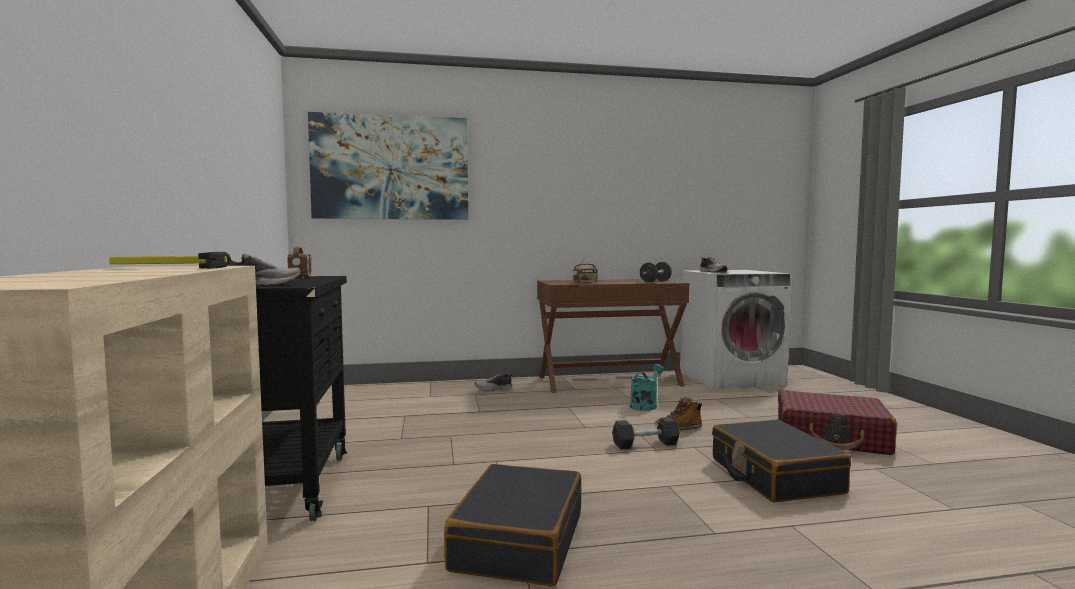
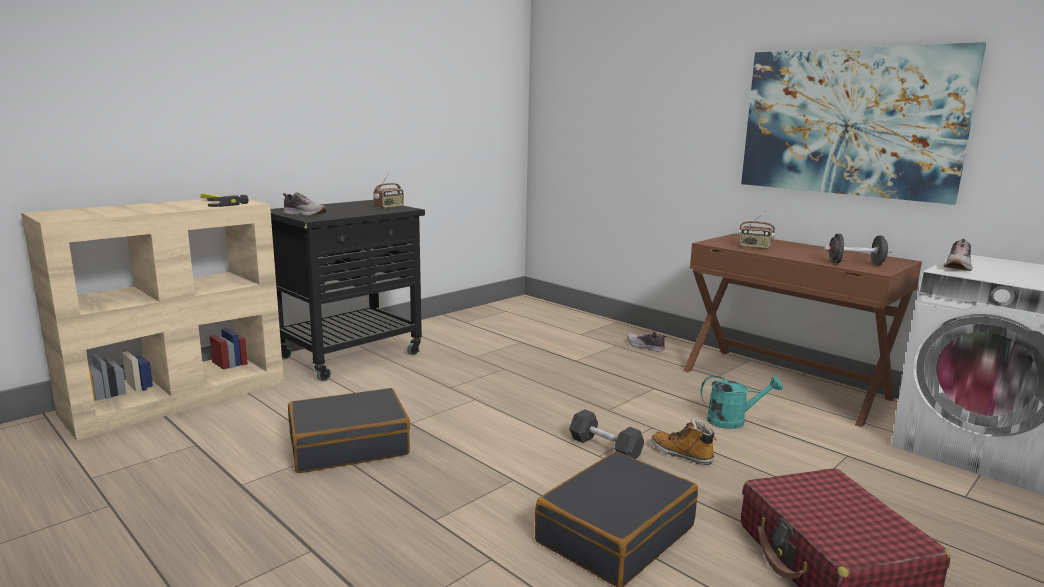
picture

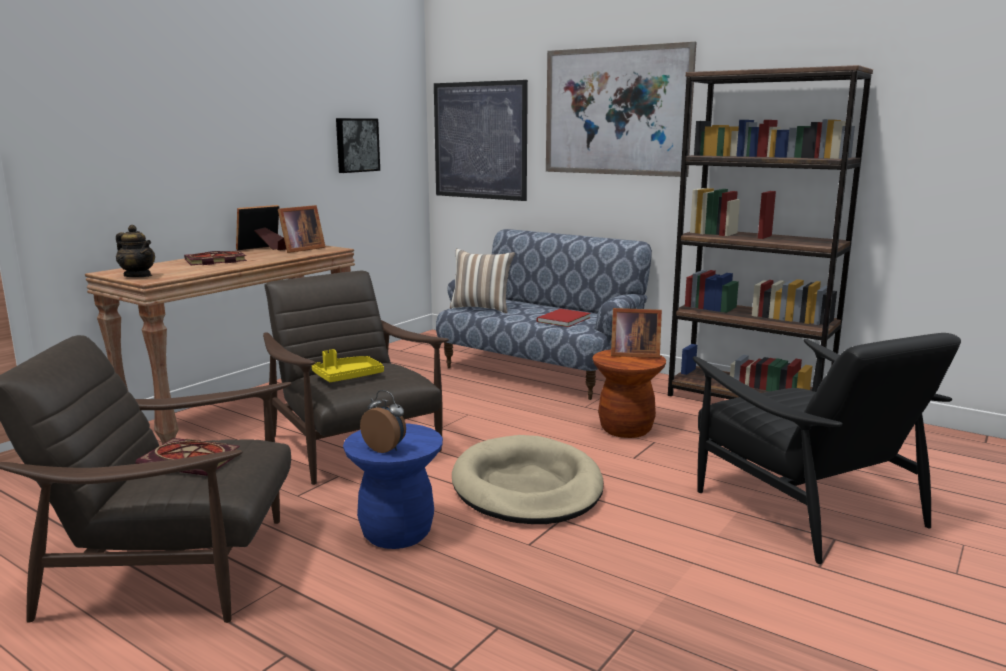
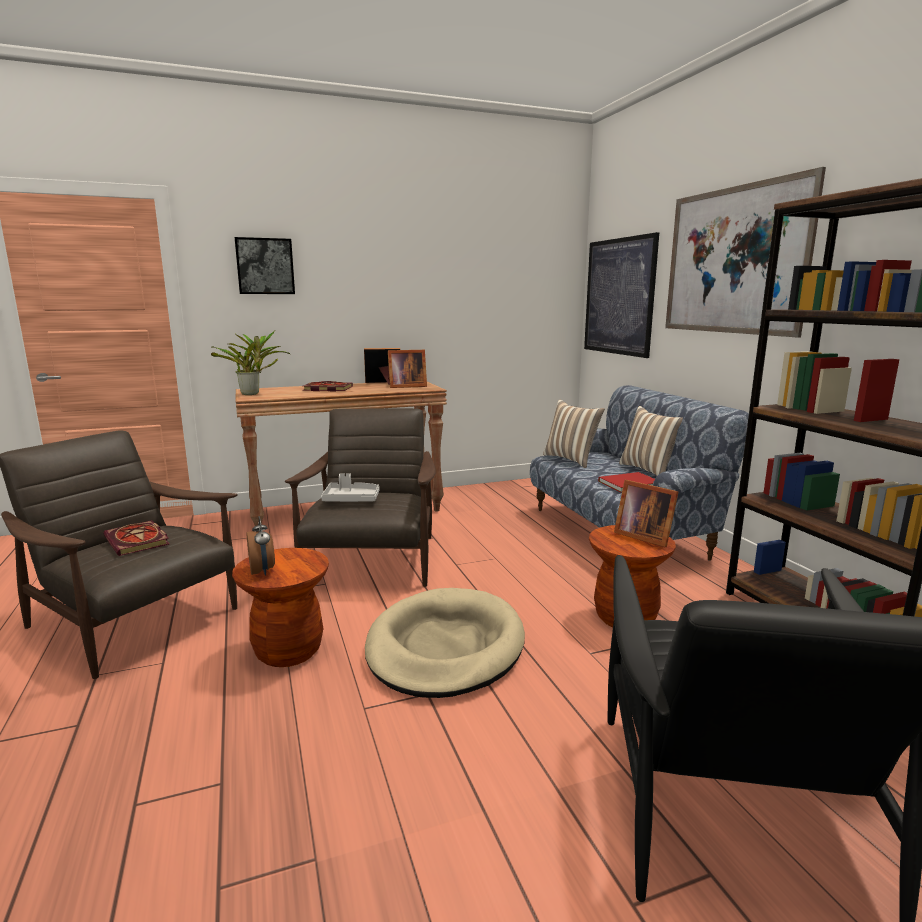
picture (1st from left); potted plant; tray (grey); stool (brown) (1st from left); pillow (2nd from left)

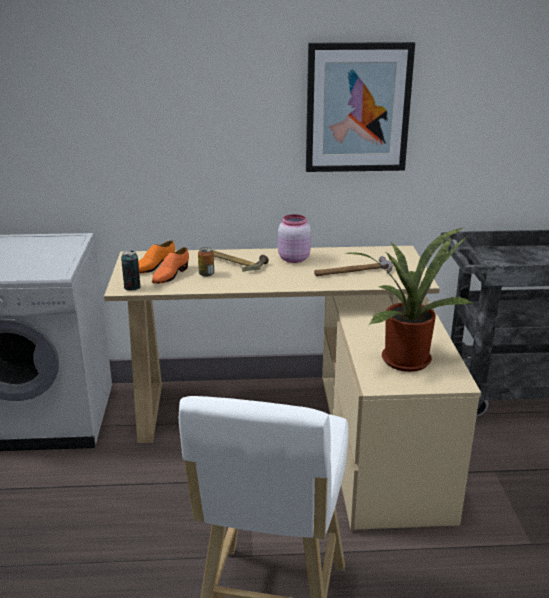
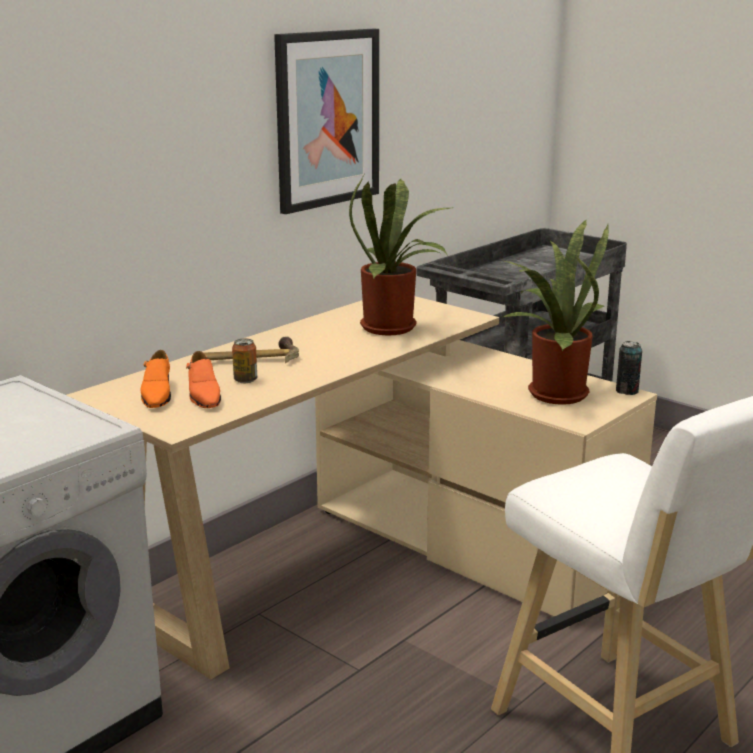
jar (pink); can (2nd from left); potted plant (1st from left)

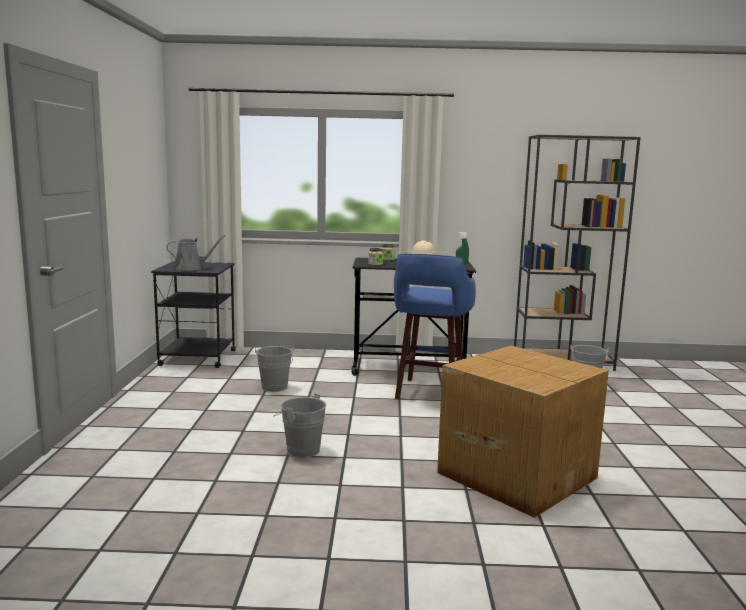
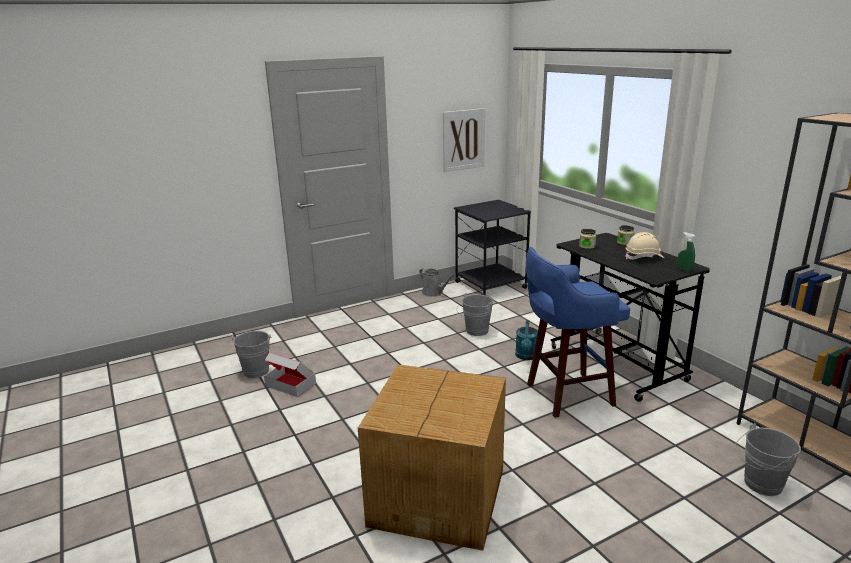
watering can (grey); bucket (grey) (1st from left); picture; watering can (turquoise); cardboard box (1st from left)

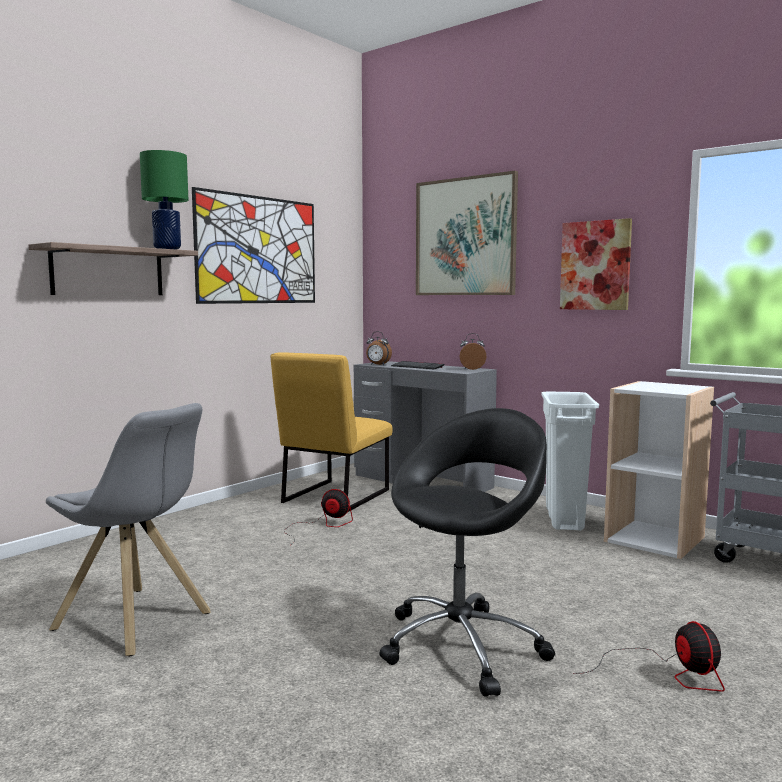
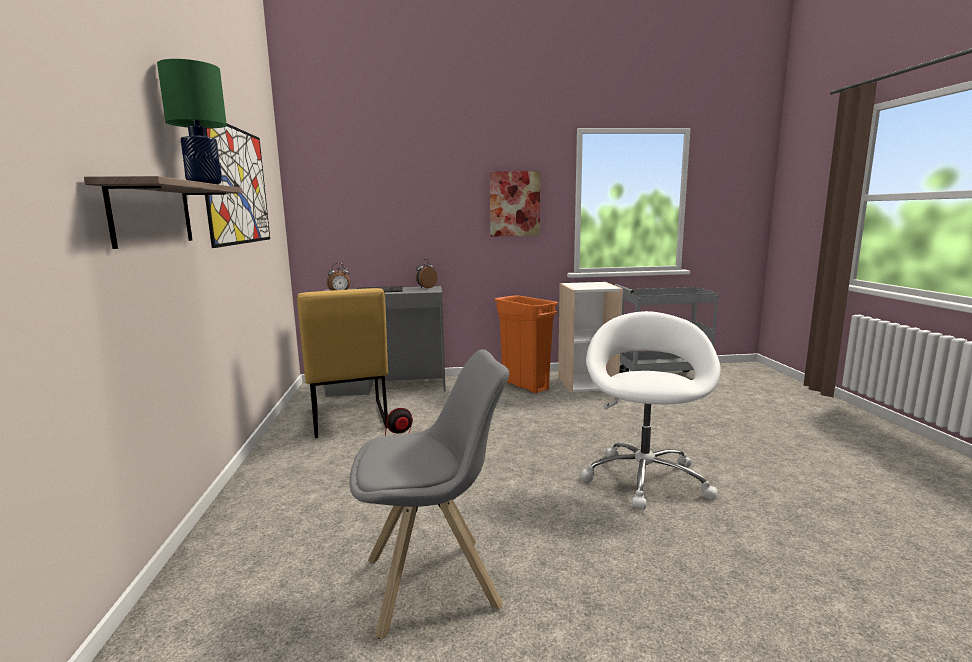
picture (2nd from left in the first image); trash can (orange); office chair (white); fan (2nd from left in the first image)

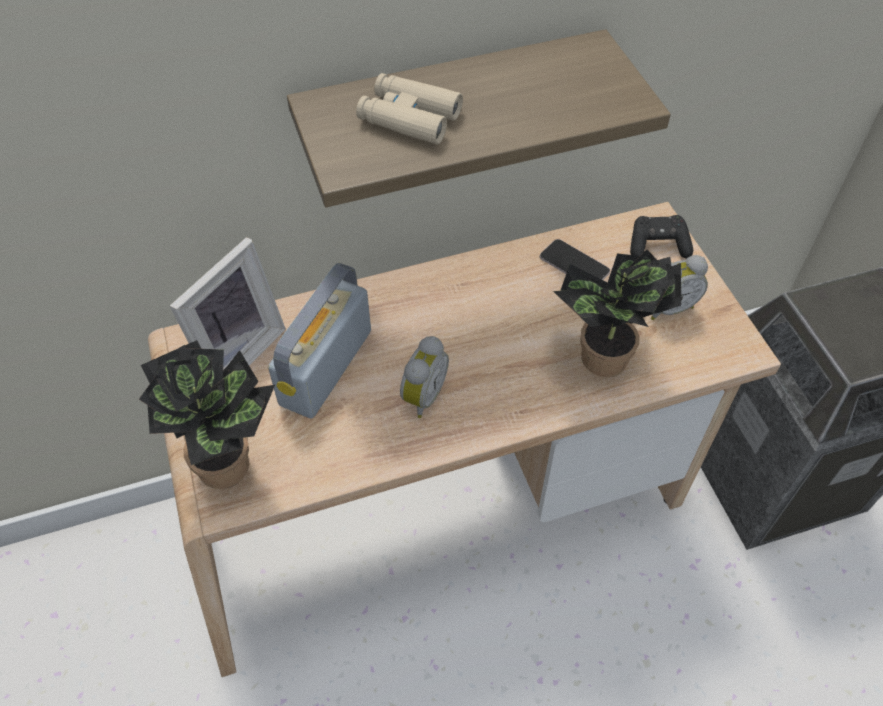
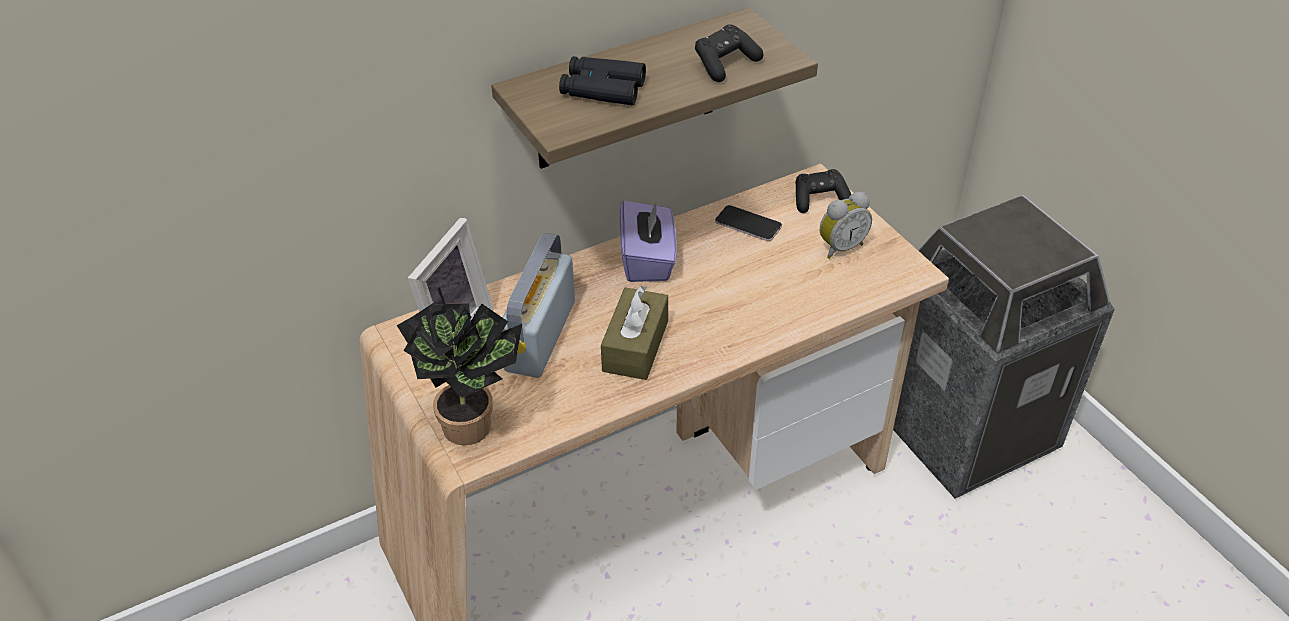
binoculars (black); potted plant (2nd from left in the first image); tissue box (brown); game controller (black) (1st from left); tissue box (purple)

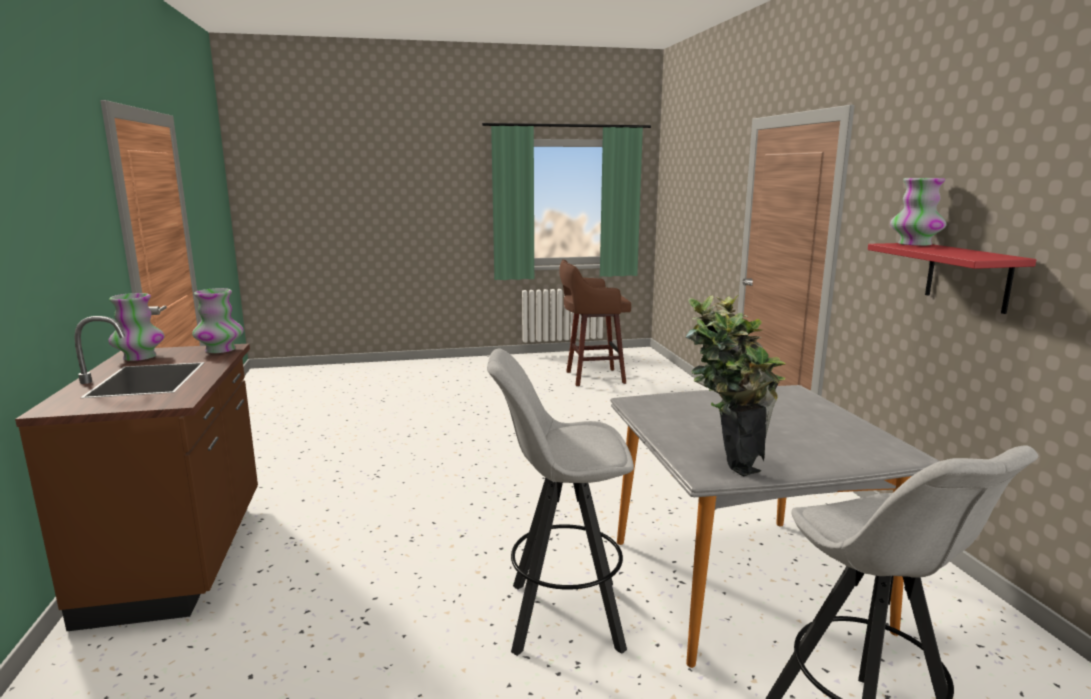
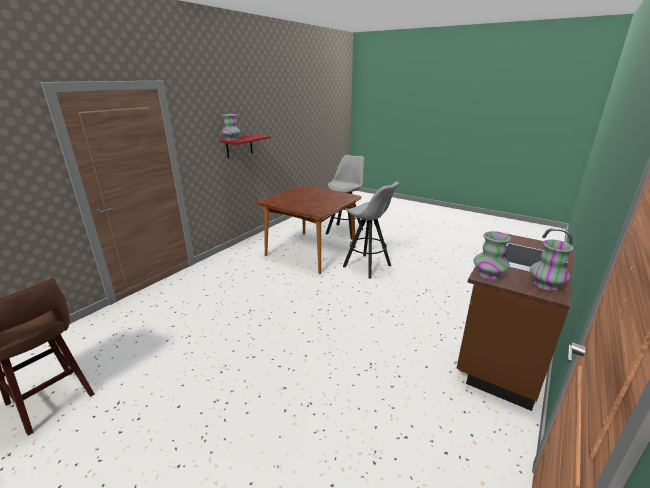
potted plant; dining table (brown)

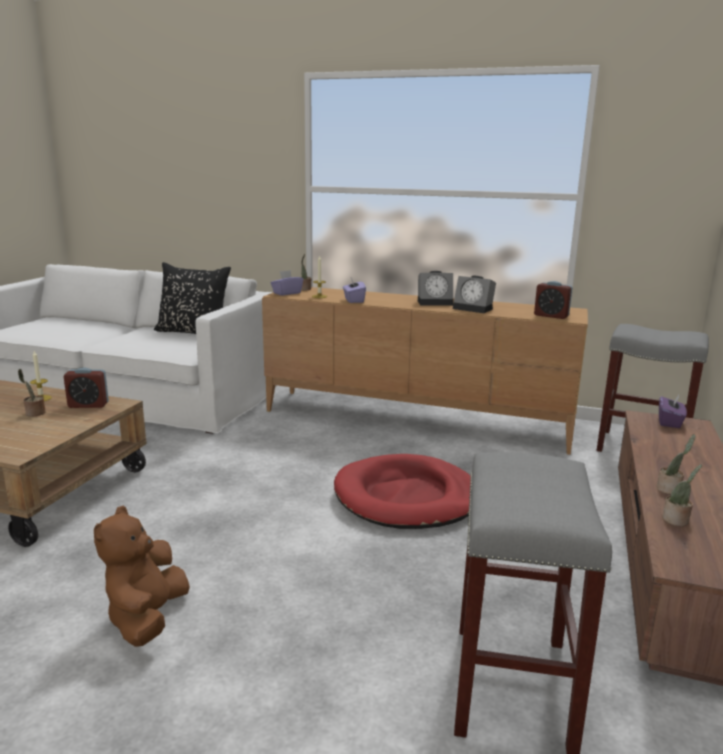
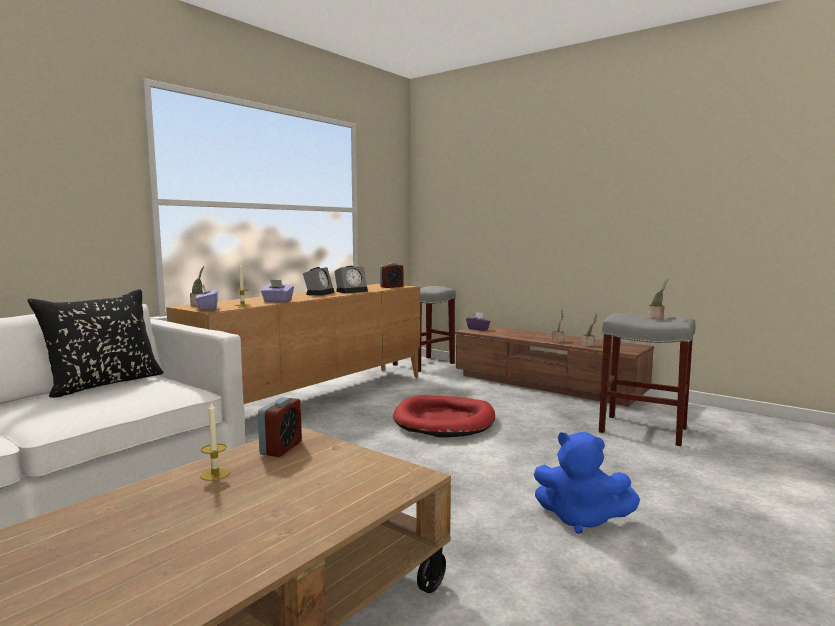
potted plant (4th from left); plush toy (blue)

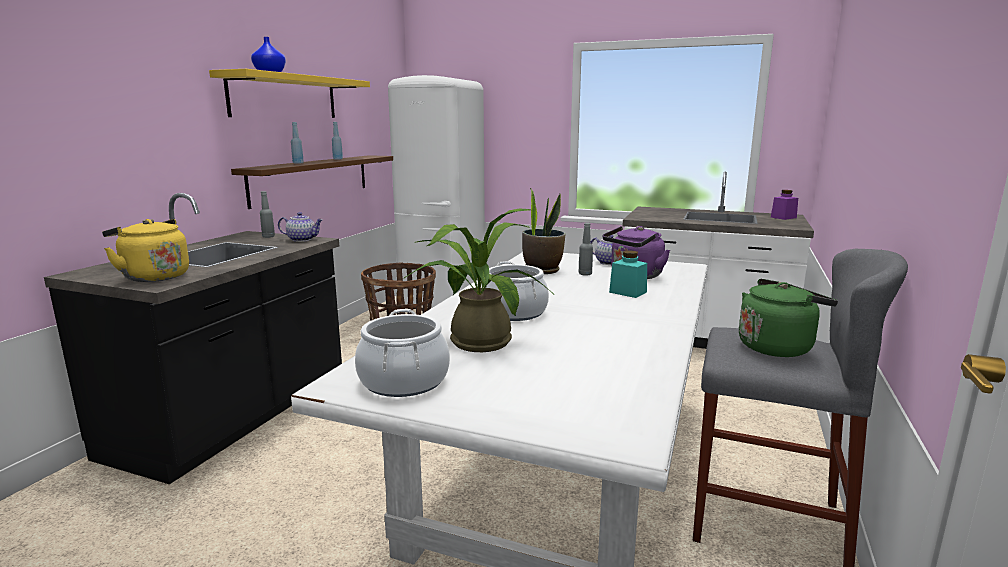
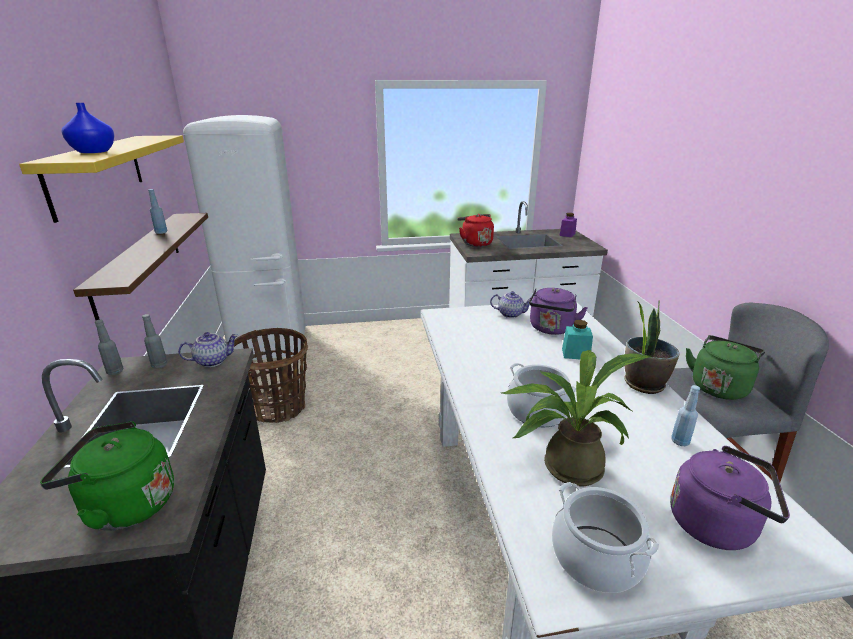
bottle (blue) (2nd from left); potted plant (2nd from left); kettle (green) (1st from left); bottle (grey) (1st from left); kettle (red); kettle (purple) (2nd from left)

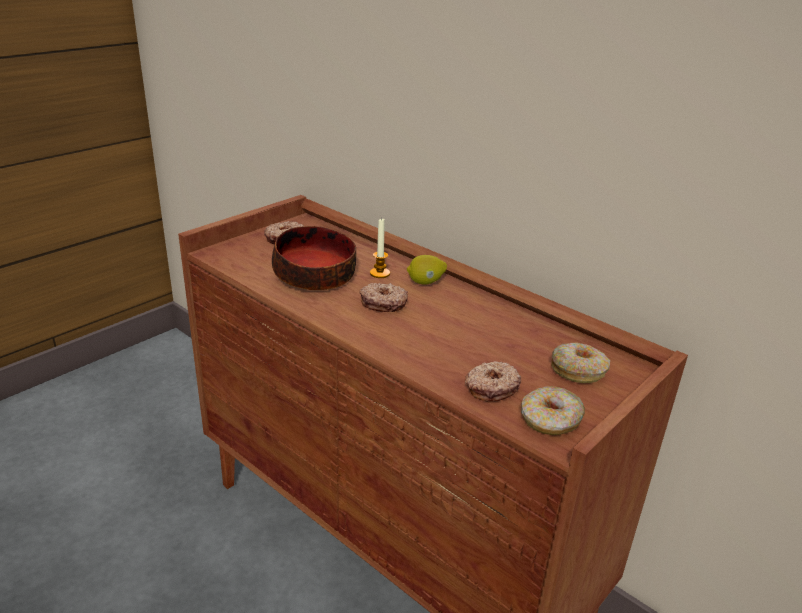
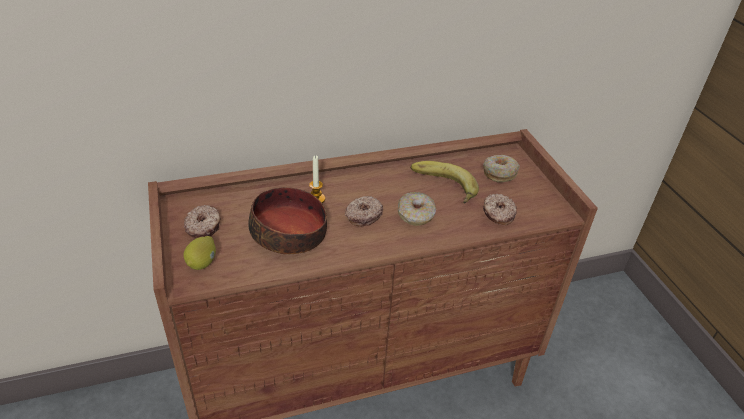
lemon; donut (3rd from left); banana

